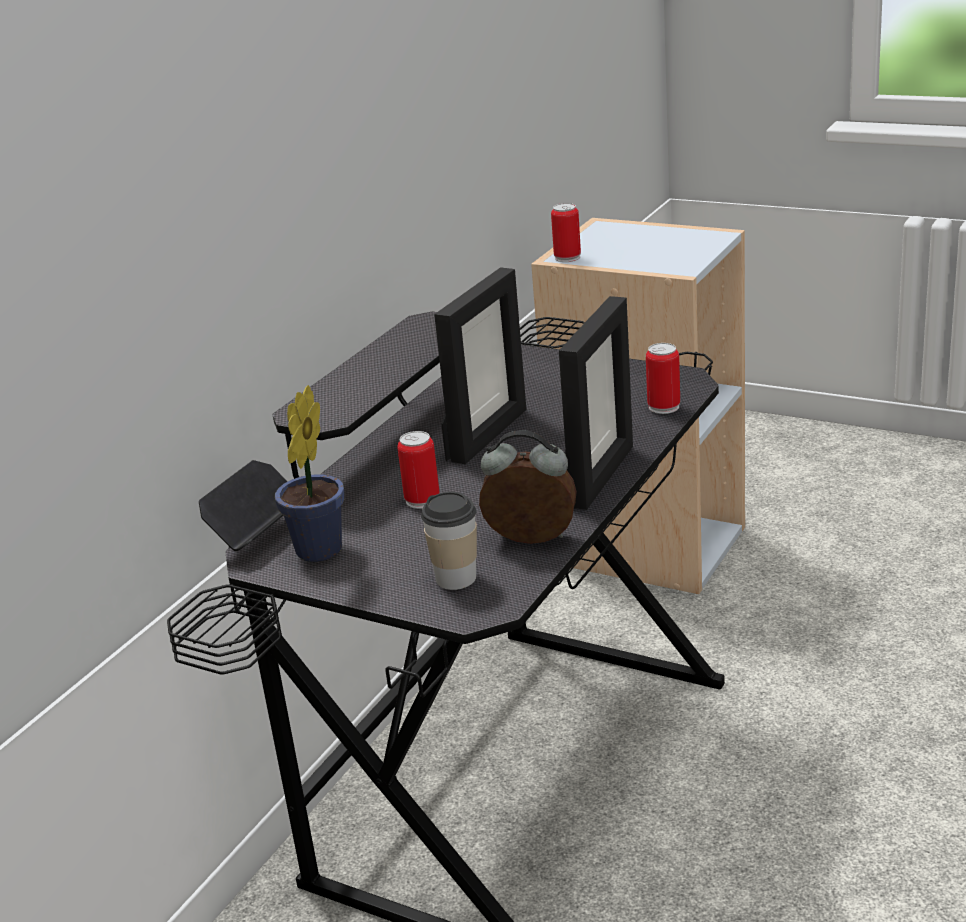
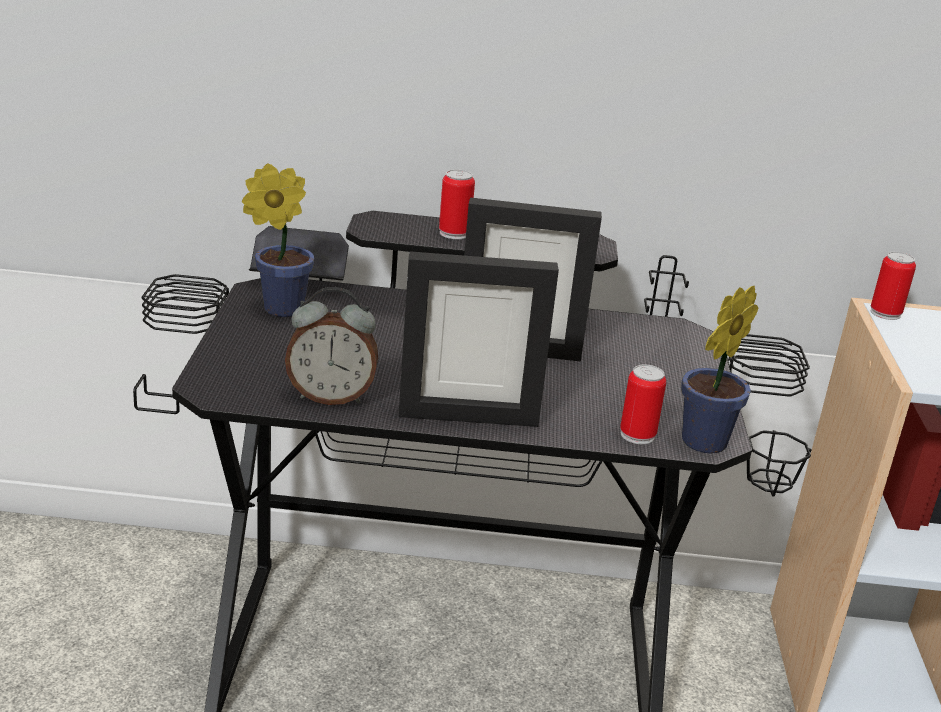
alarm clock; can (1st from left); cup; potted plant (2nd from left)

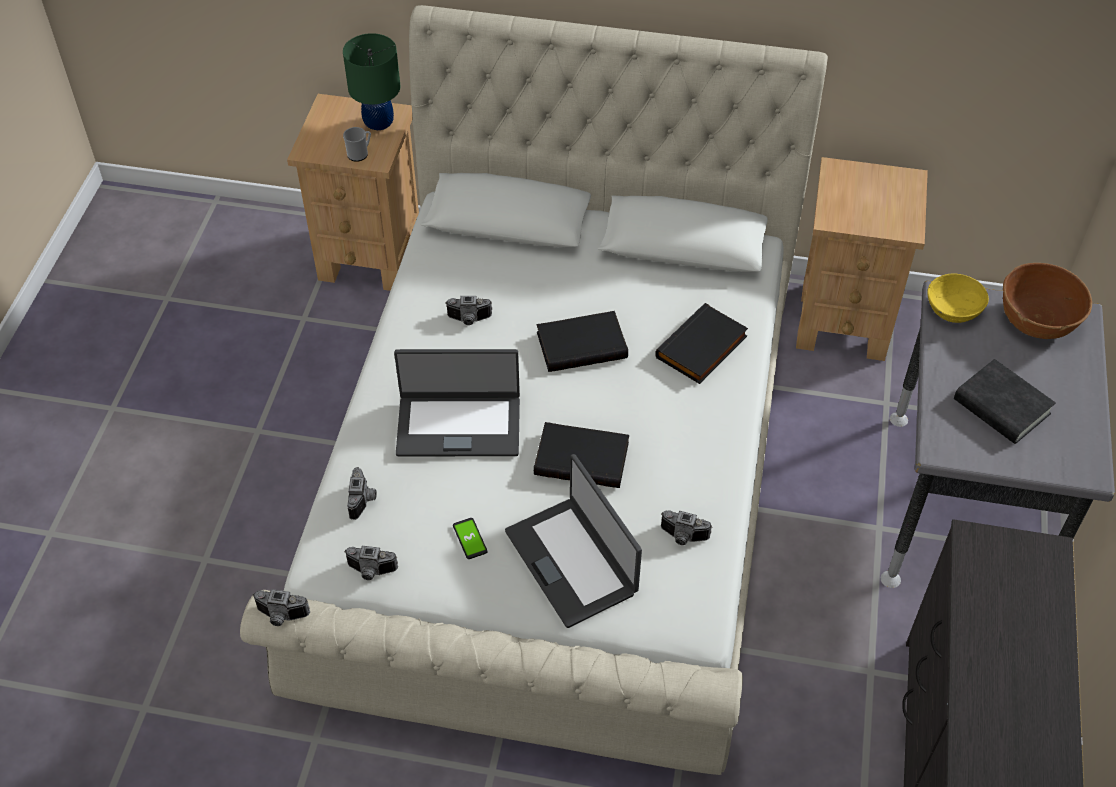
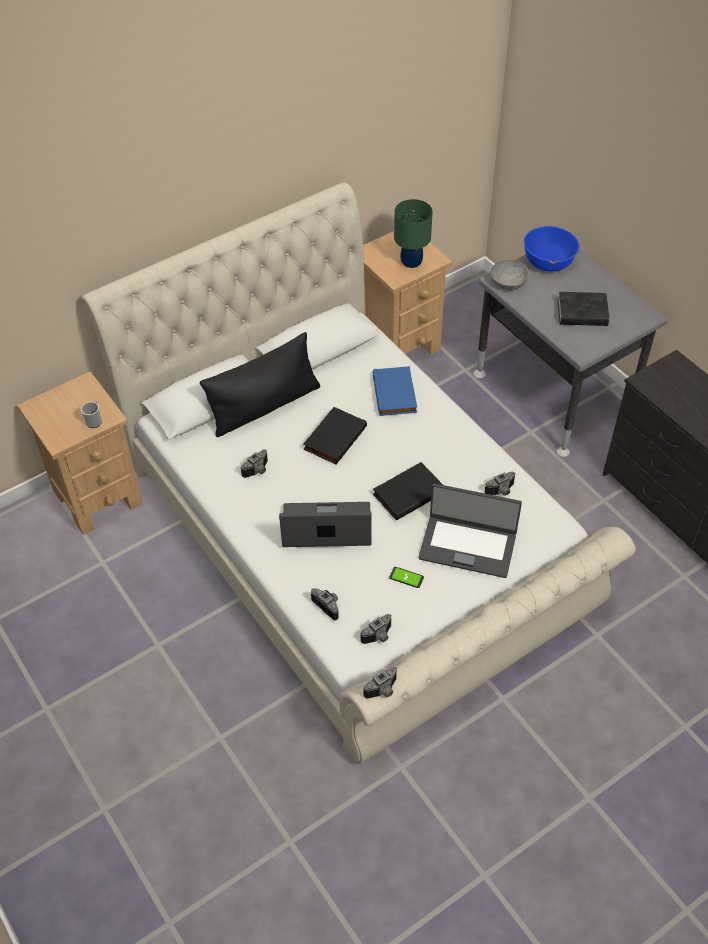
table lamp (green); bowl (blue); bowl (grey); book (blue); laptop (1st from left); pillow (black)

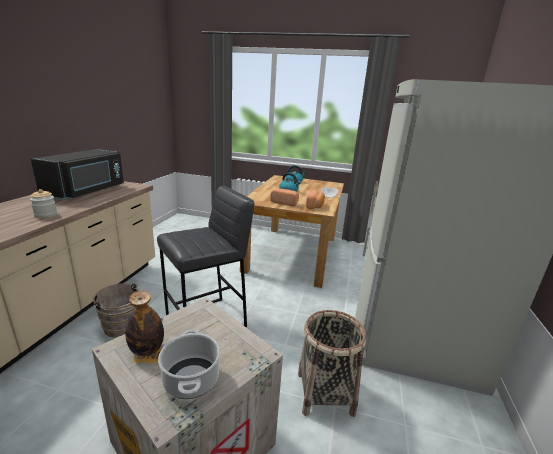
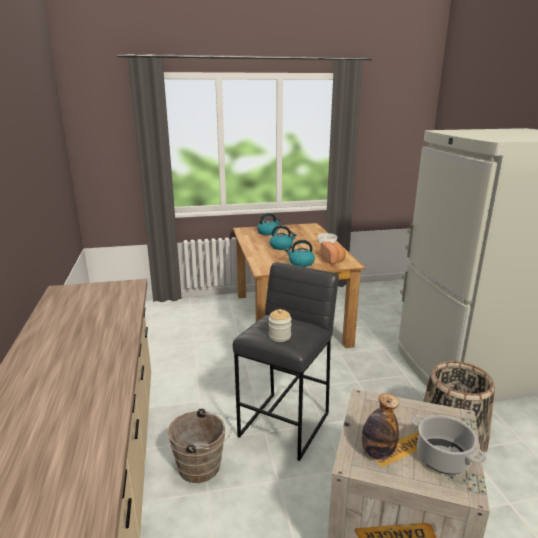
microwave (black); jar; kettle (3rd from left)

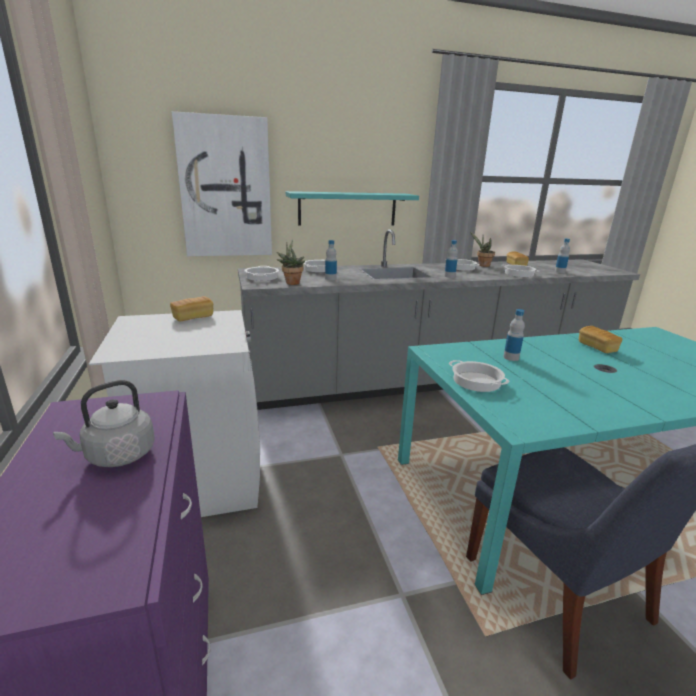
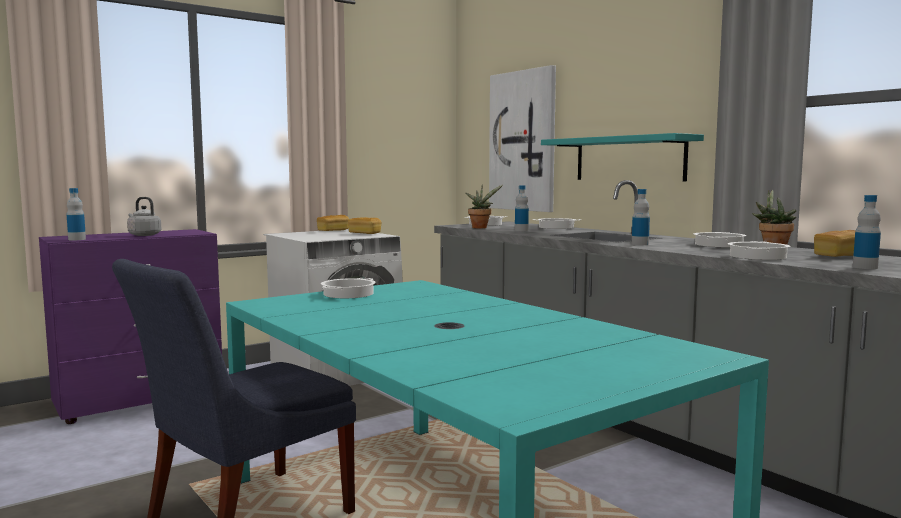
bottle (1st from left); bread (1st from left)

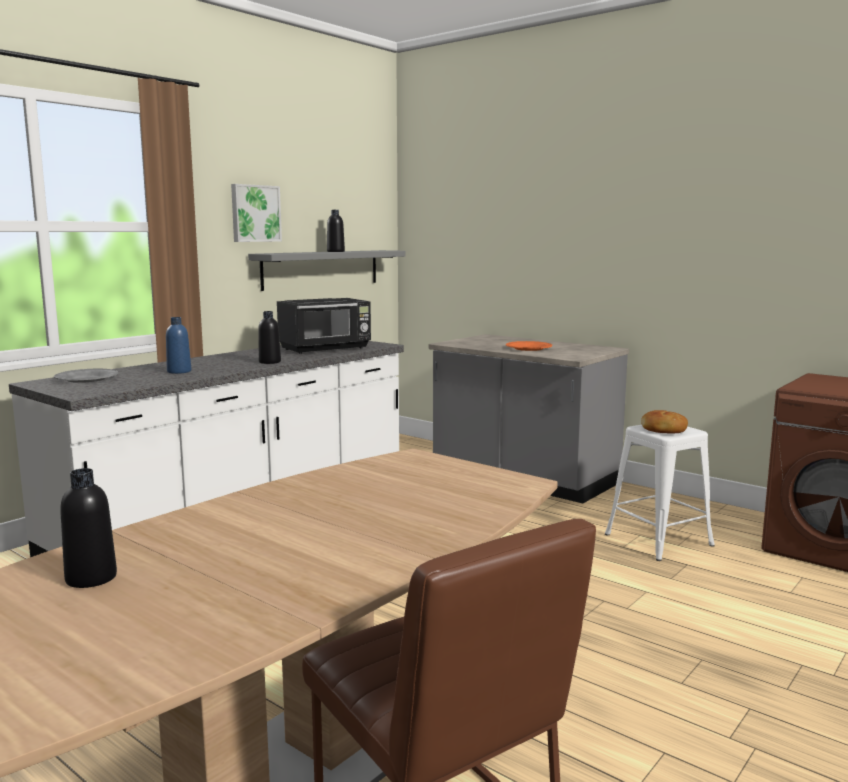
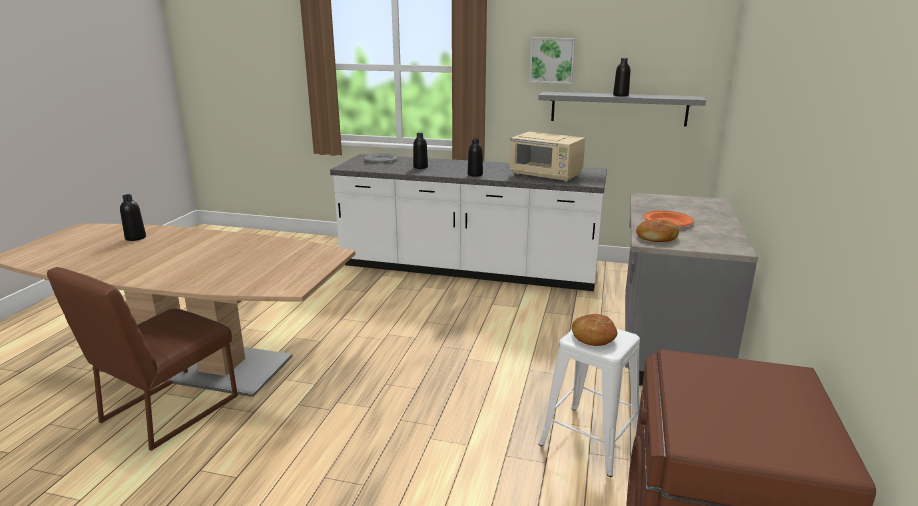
microwave (beige); bottle (black) (2nd from left); bread (2nd from left)

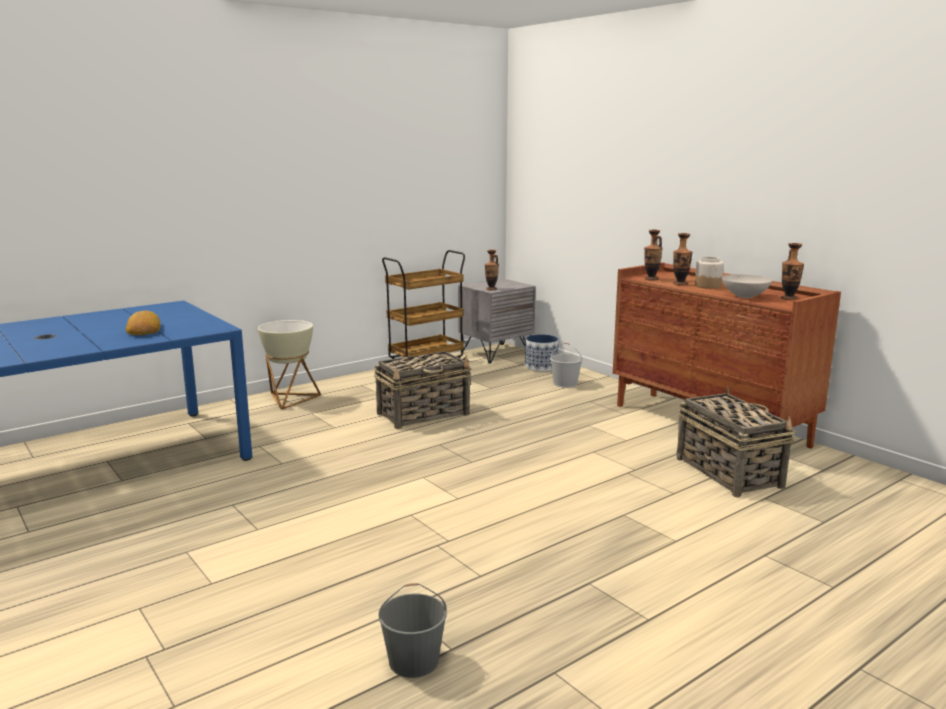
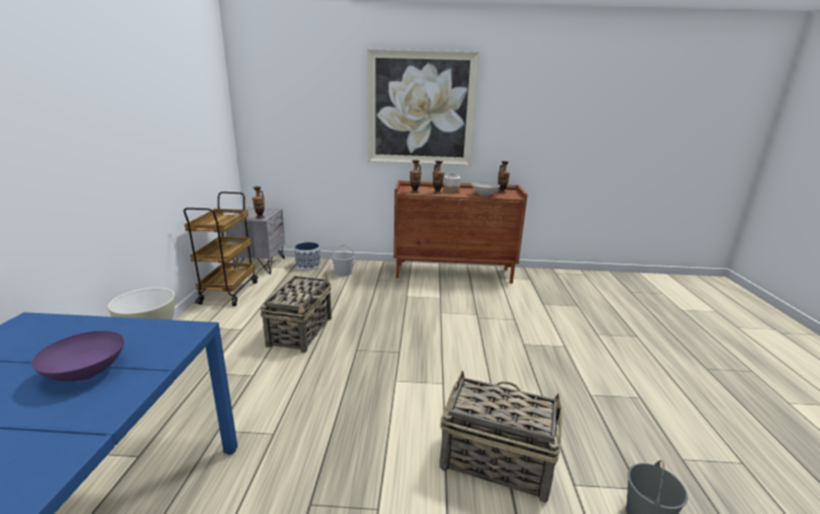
bowl (purple); basket (2nd from left); picture

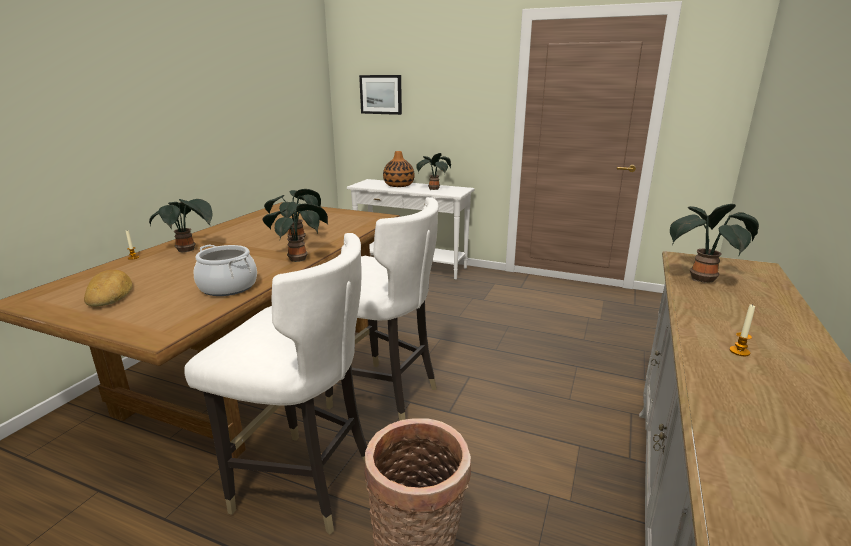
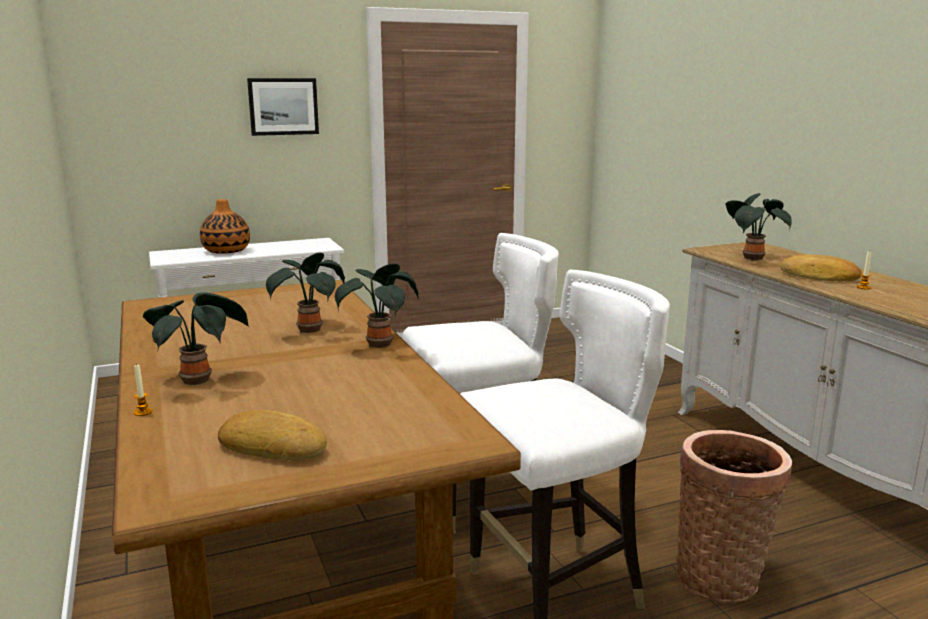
picture; potted plant (4th from left in the first image); cooking pot; bread (2nd from left)

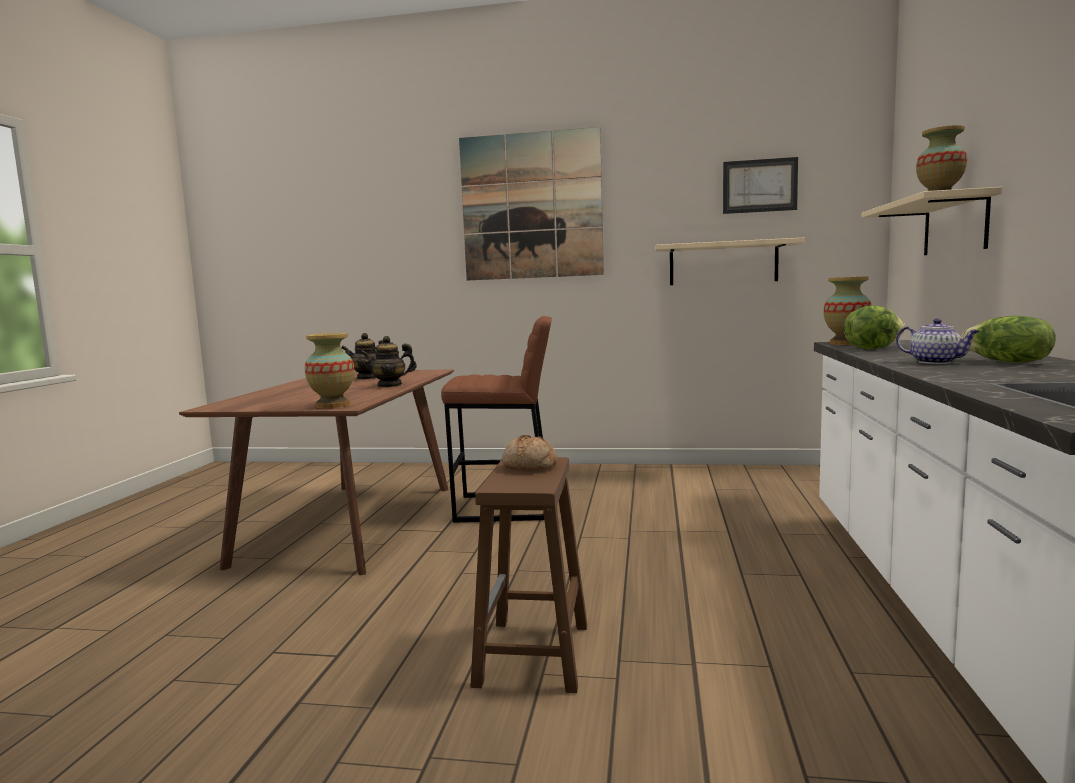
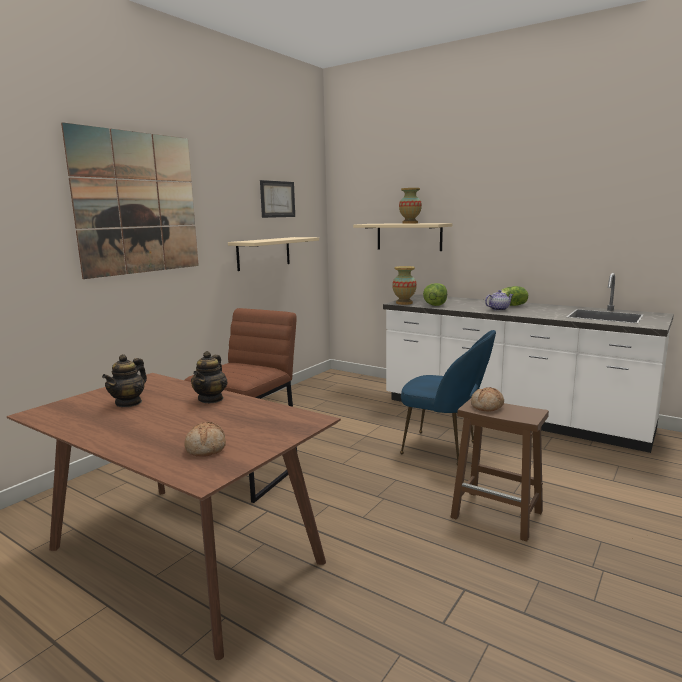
vase (1st from left in the first image); chair (blue); bread (1st from left)

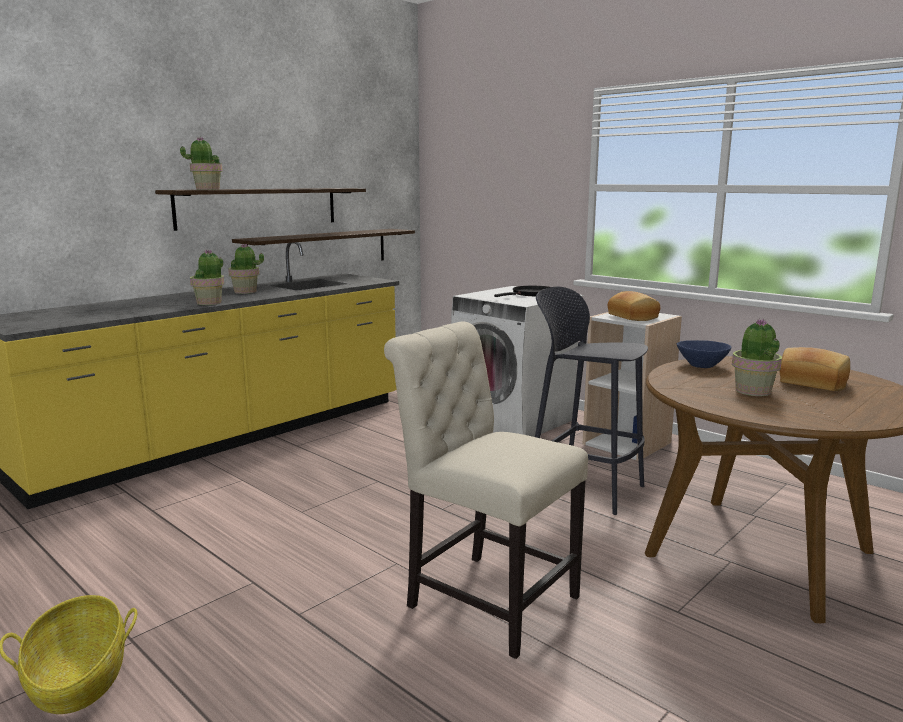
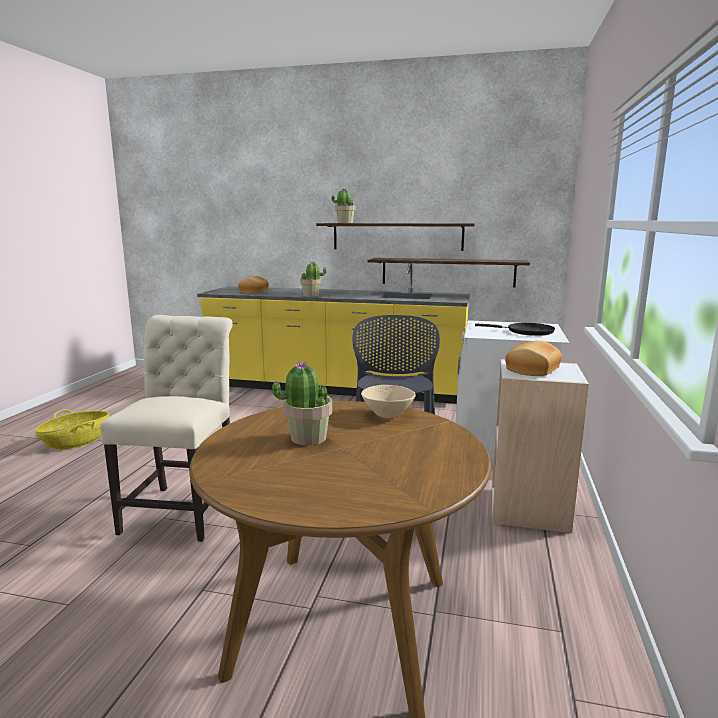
potted plant (3rd from left in the first image); bowl (beige); bread (1st from left)

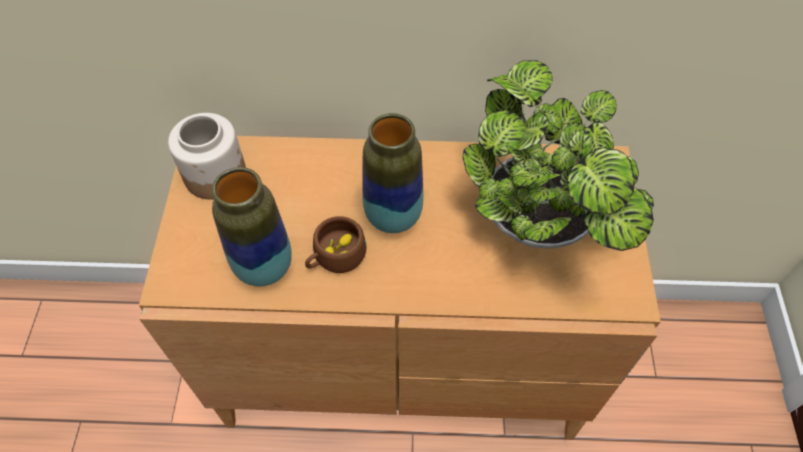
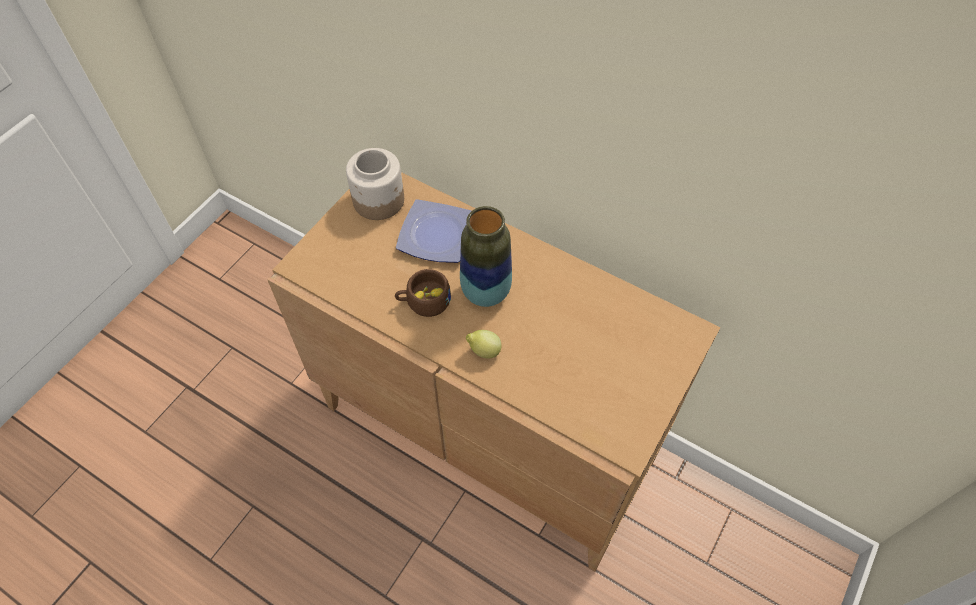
potted plant; vase (1st from left in the first image); plate; lemon

